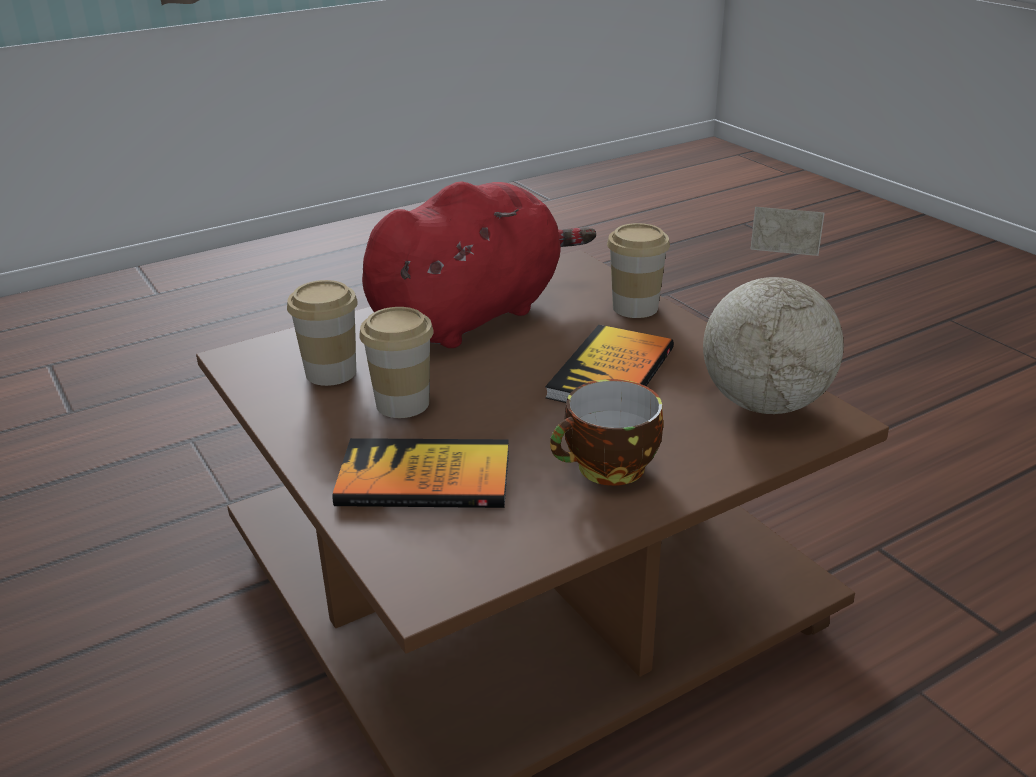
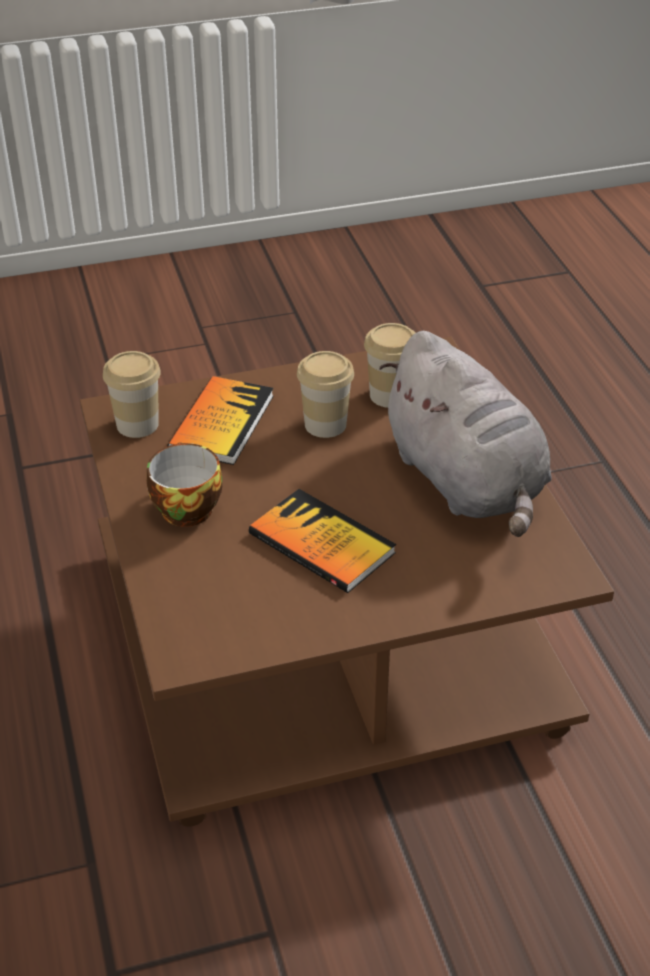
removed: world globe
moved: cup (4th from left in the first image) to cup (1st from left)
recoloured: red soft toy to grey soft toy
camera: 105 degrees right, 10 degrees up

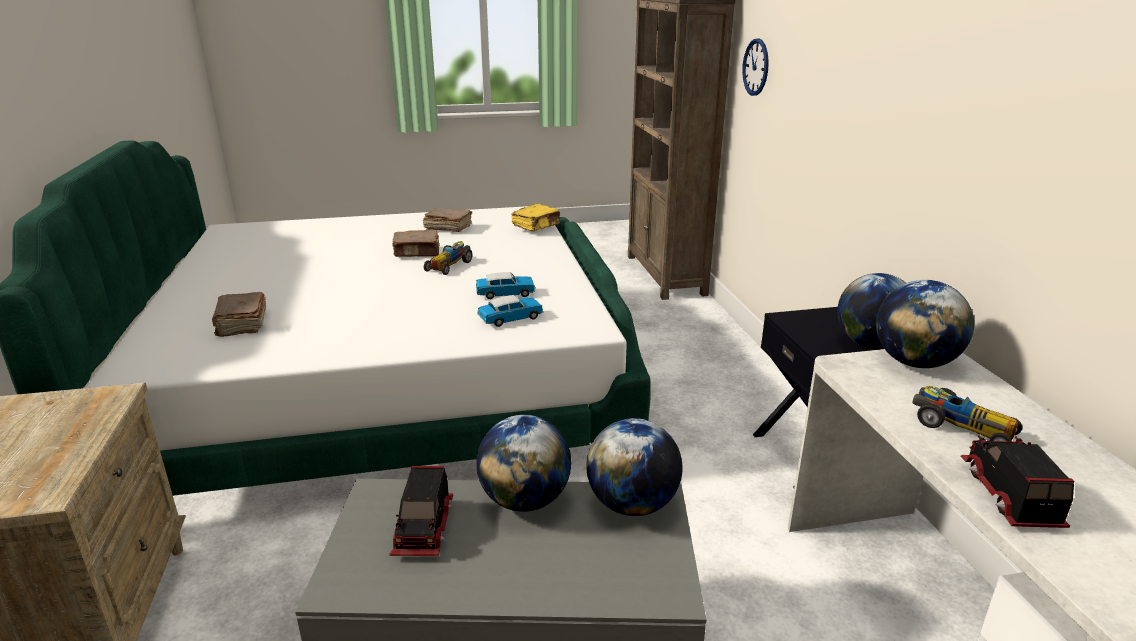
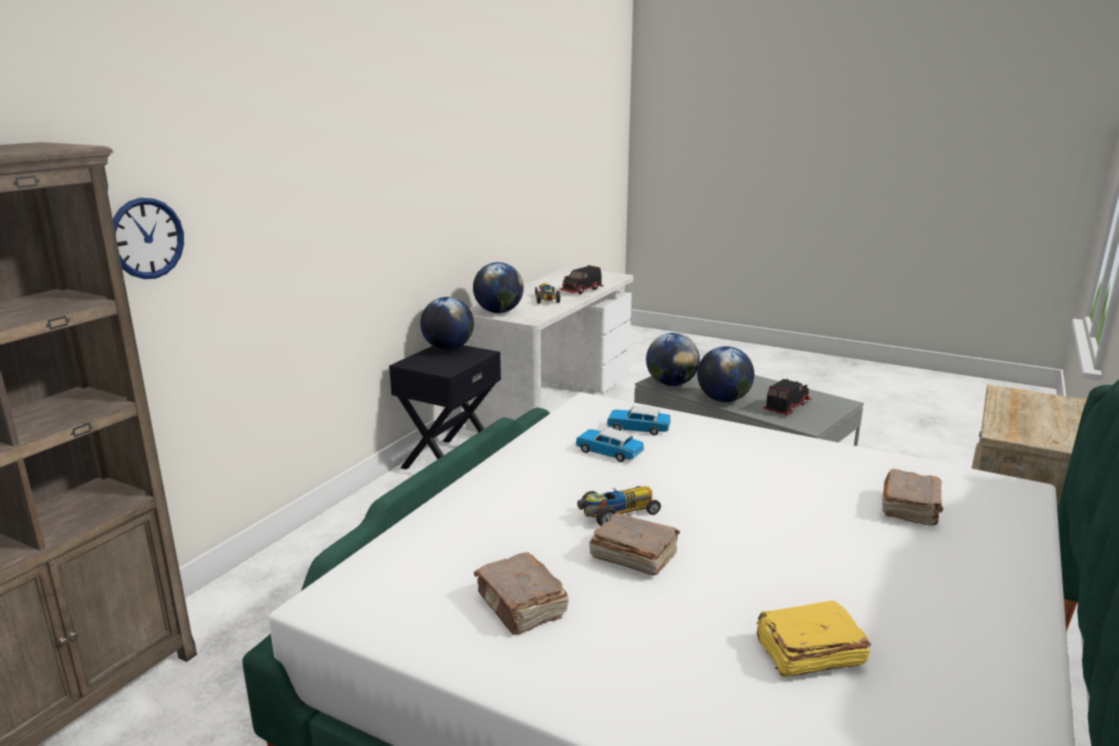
moved: yellow bound book
camera: 140 degrees left, 5 degrees down

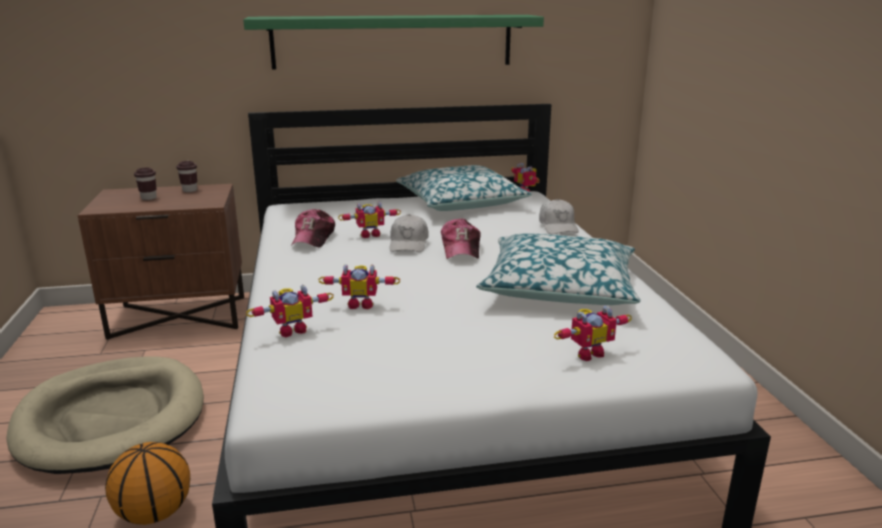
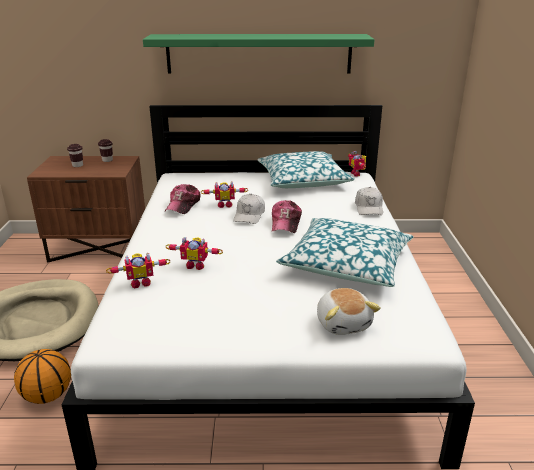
replaced: model robot (5th from left) to soft toy
camera: 10 degrees right, 5 degrees up

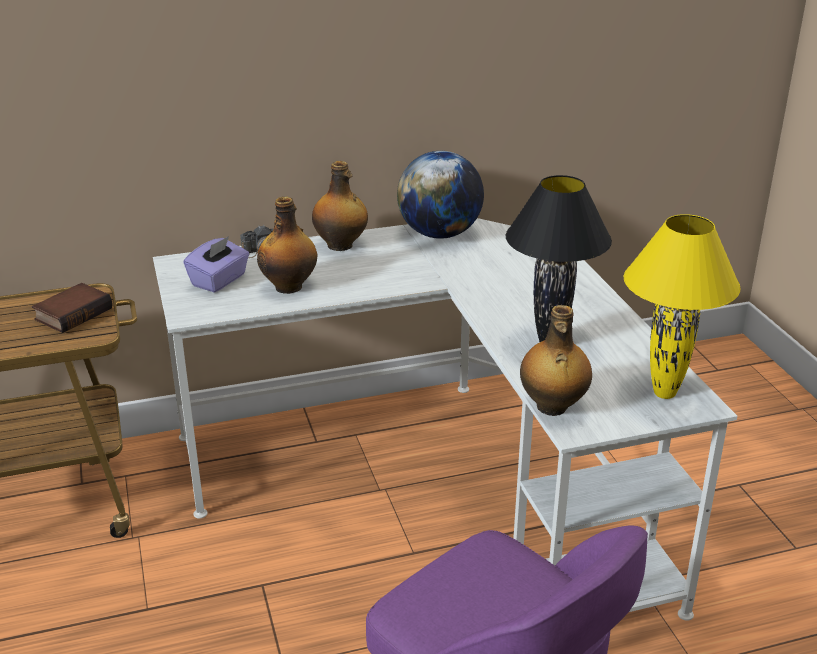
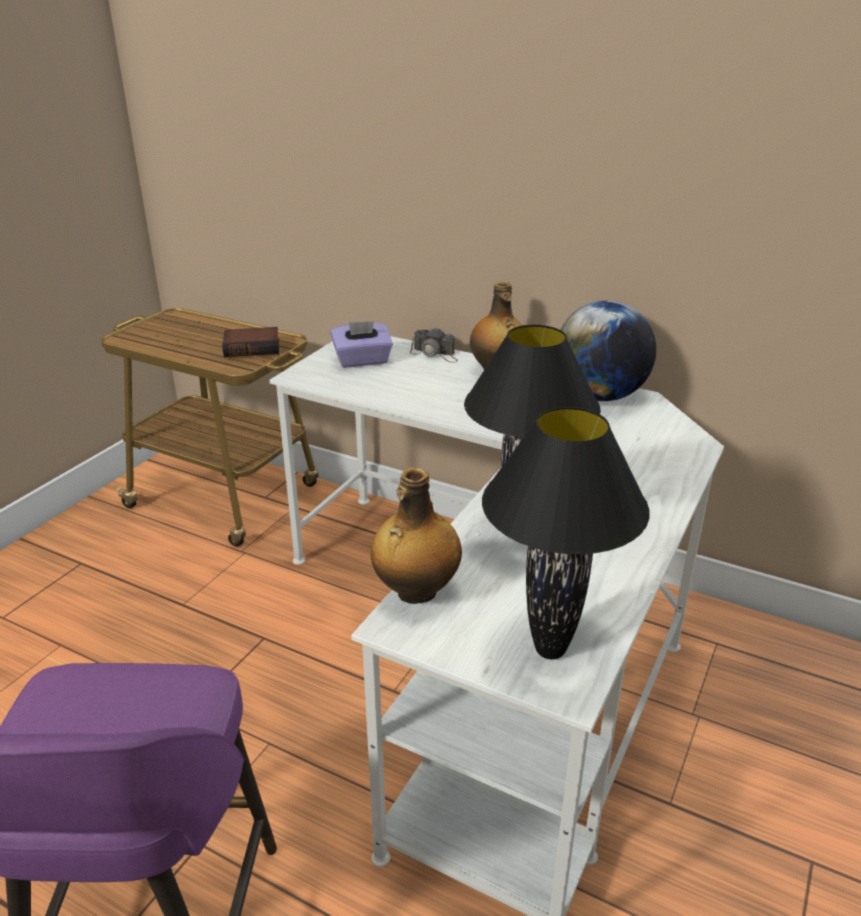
removed: beverage bottle (1st from left)
recoloured: yellow lamp for a table to blackish lamp for a table (2nd from left)
camera: 45 degrees right, 0 degrees up

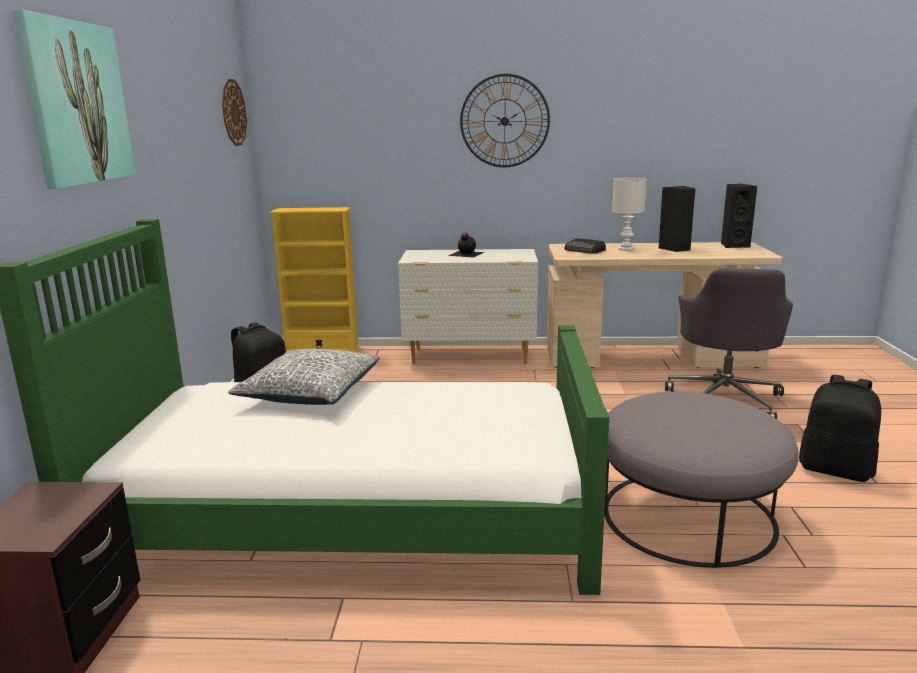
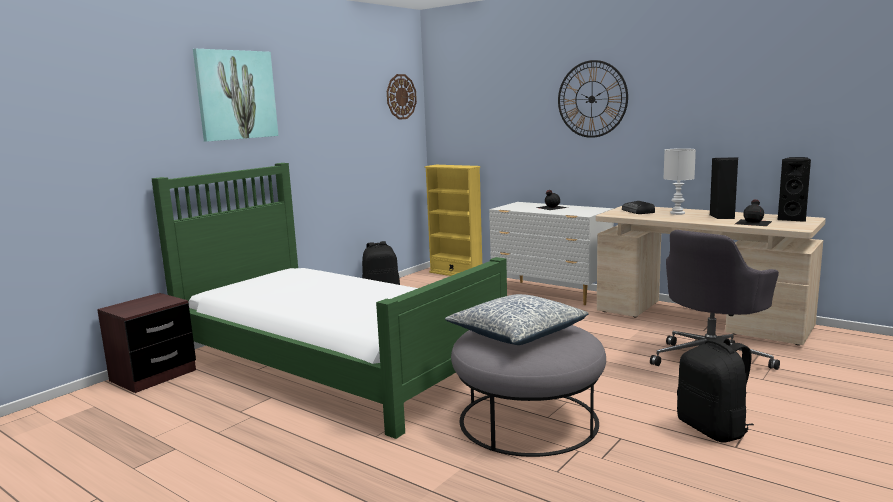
added: blackish beverage bottle (2nd from left)
moved: cushion
camera: 35 degrees right, 5 degrees down

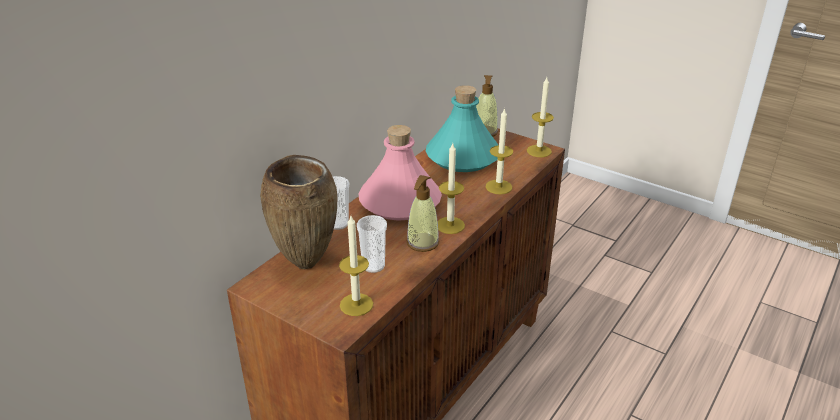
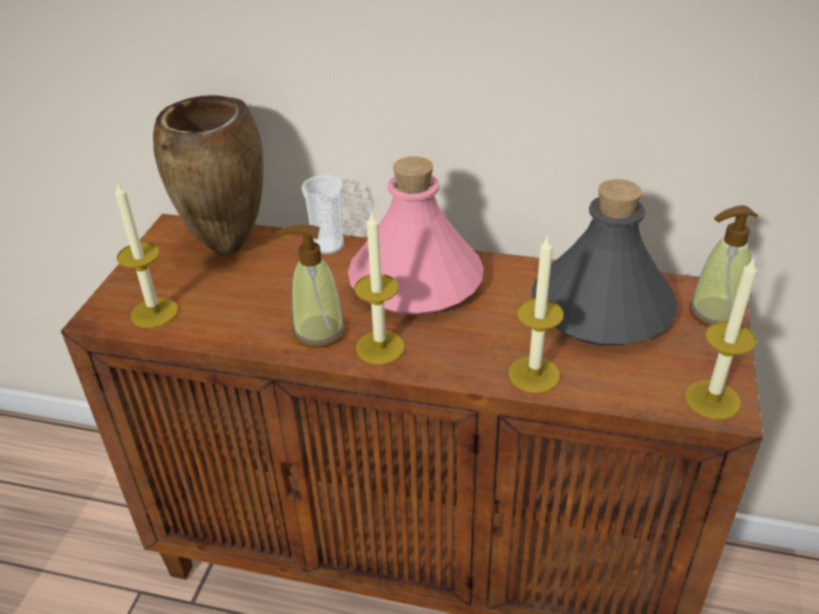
removed: cup (2nd from left)
recoloured: turquoise beverage bottle to grey beverage bottle
camera: 70 degrees right, 5 degrees up

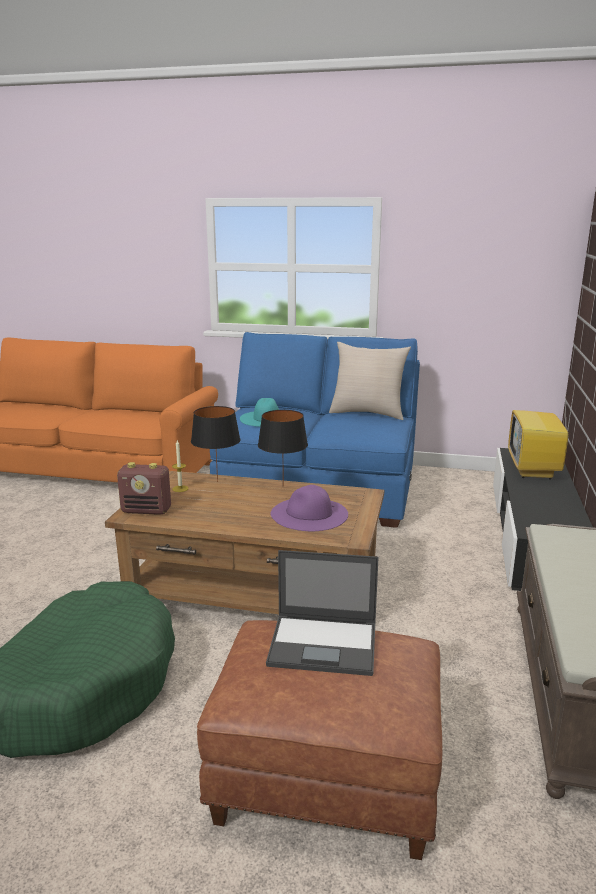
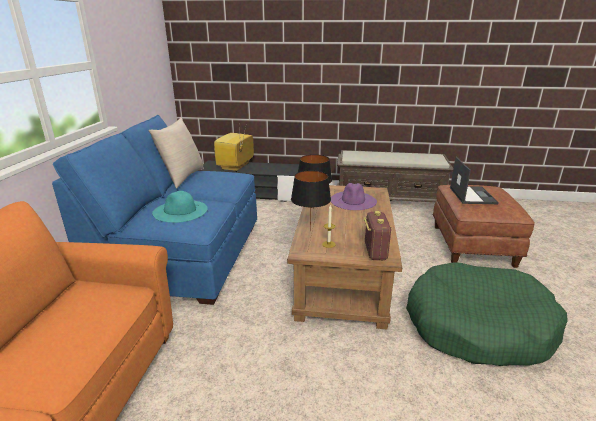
turned: TV set 105 degrees clockwise
camera: 95 degrees left, 5 degrees up

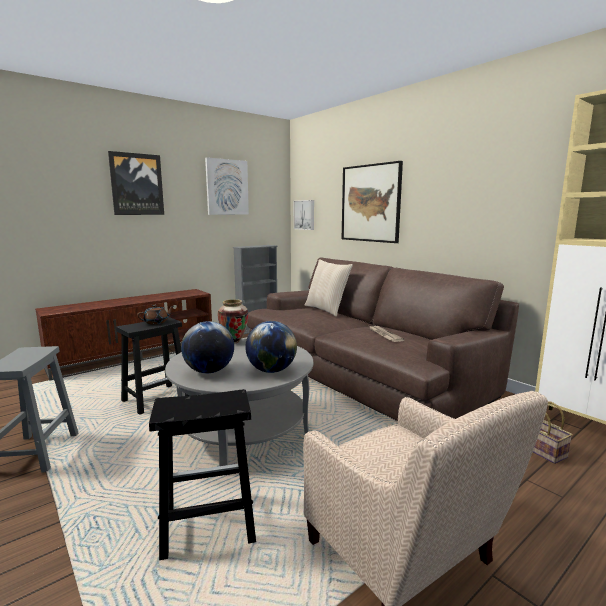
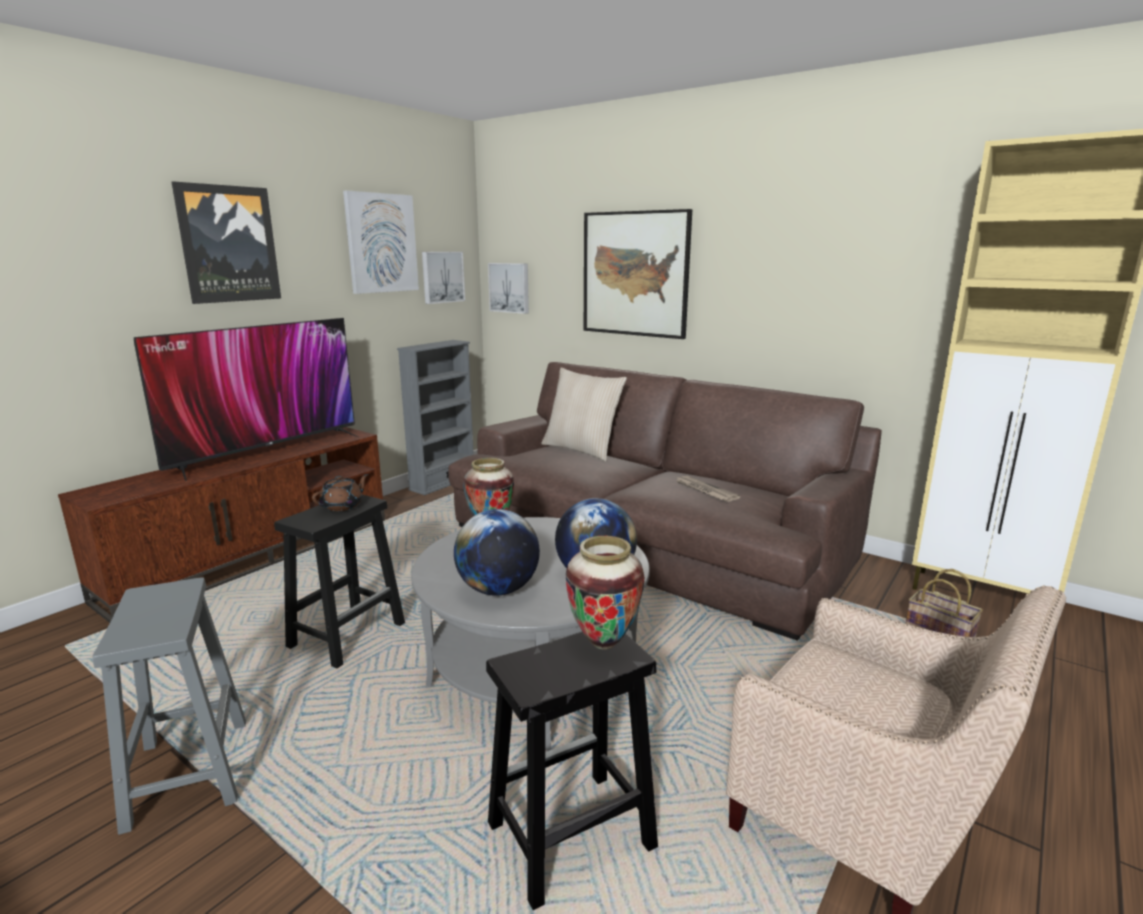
added: TV set; picture (3rd from left); flower vase (2nd from left)
camera: 15 degrees left, 5 degrees up

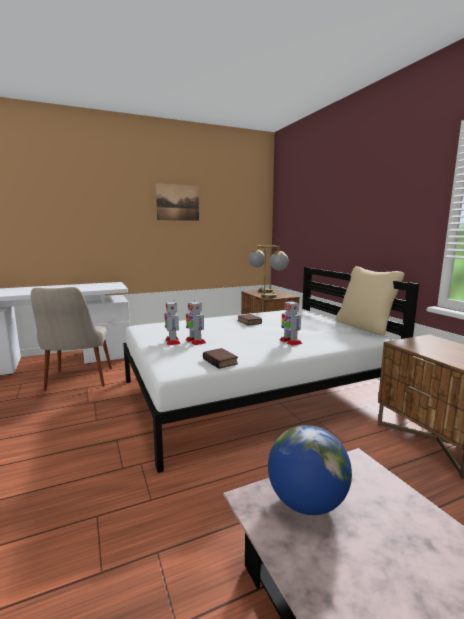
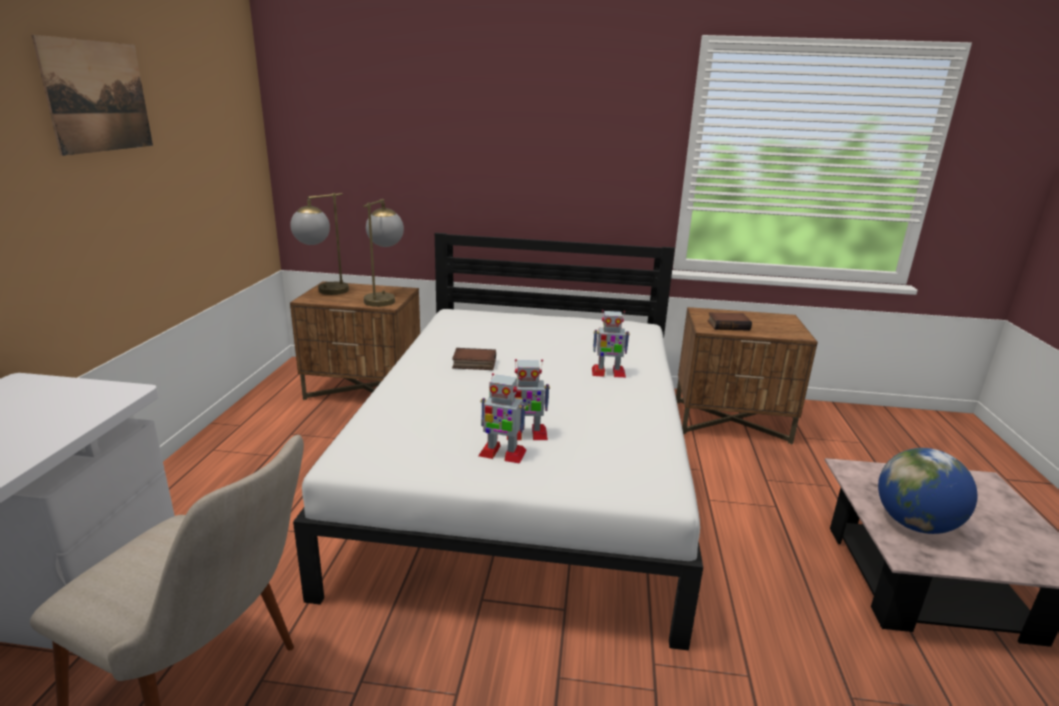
removed: sand-coloured cushion
moved: bound book (1st from left in the first image) to bound book (2nd from left)
camera: 60 degrees left, 10 degrees up

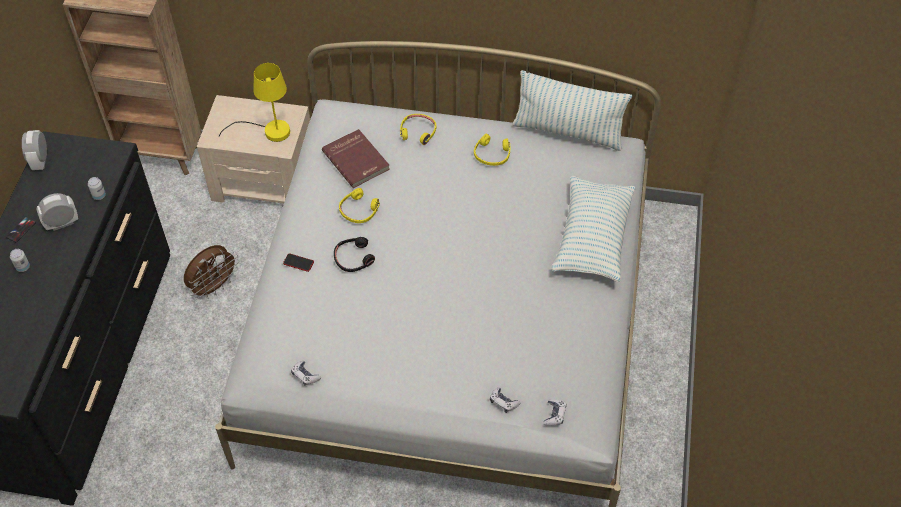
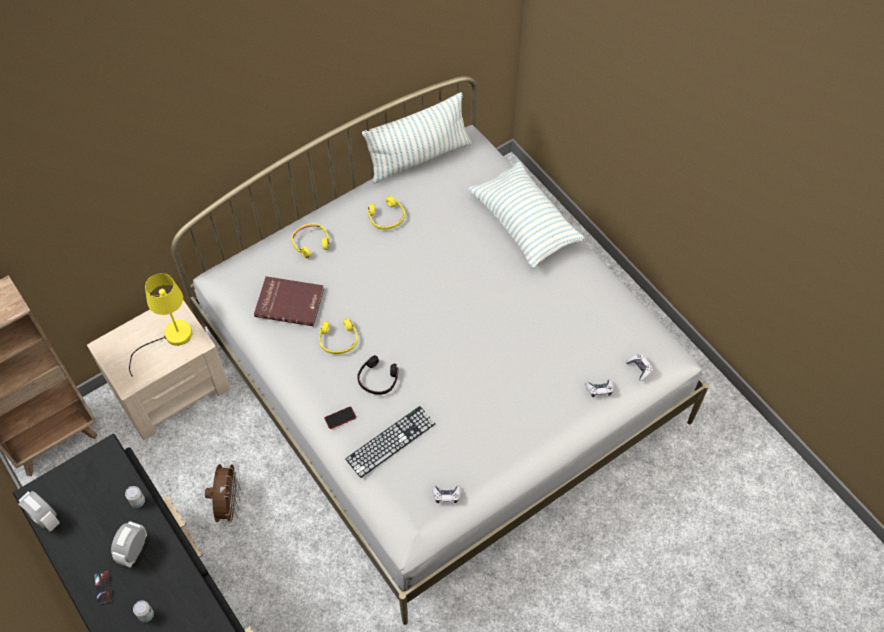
added: computer keyboard
camera: 45 degrees left, 5 degrees up

